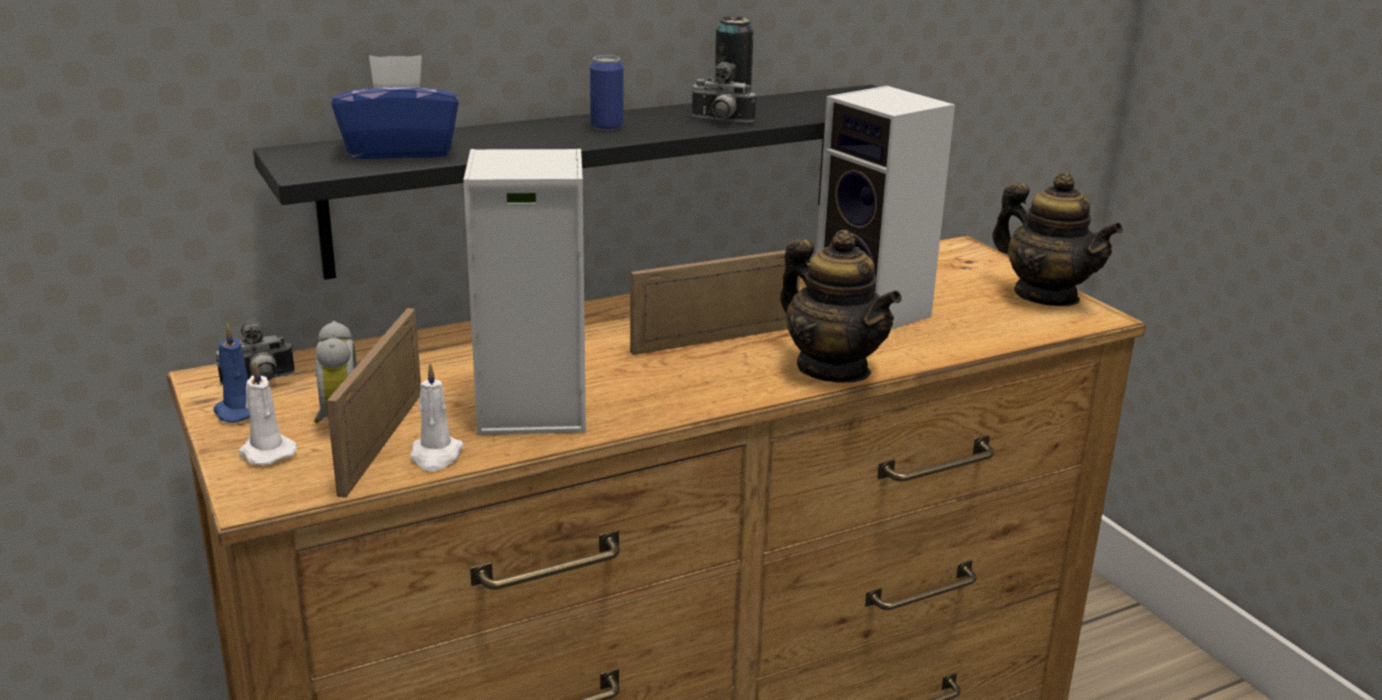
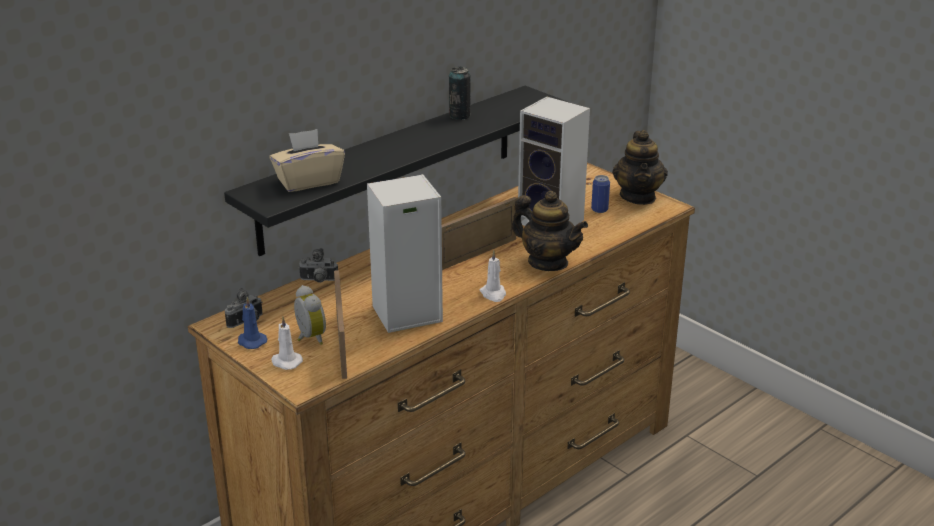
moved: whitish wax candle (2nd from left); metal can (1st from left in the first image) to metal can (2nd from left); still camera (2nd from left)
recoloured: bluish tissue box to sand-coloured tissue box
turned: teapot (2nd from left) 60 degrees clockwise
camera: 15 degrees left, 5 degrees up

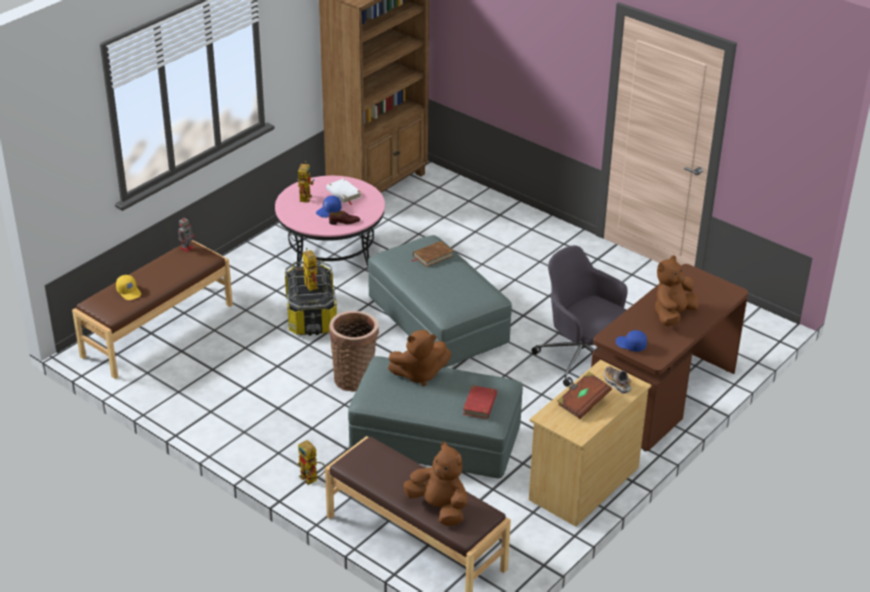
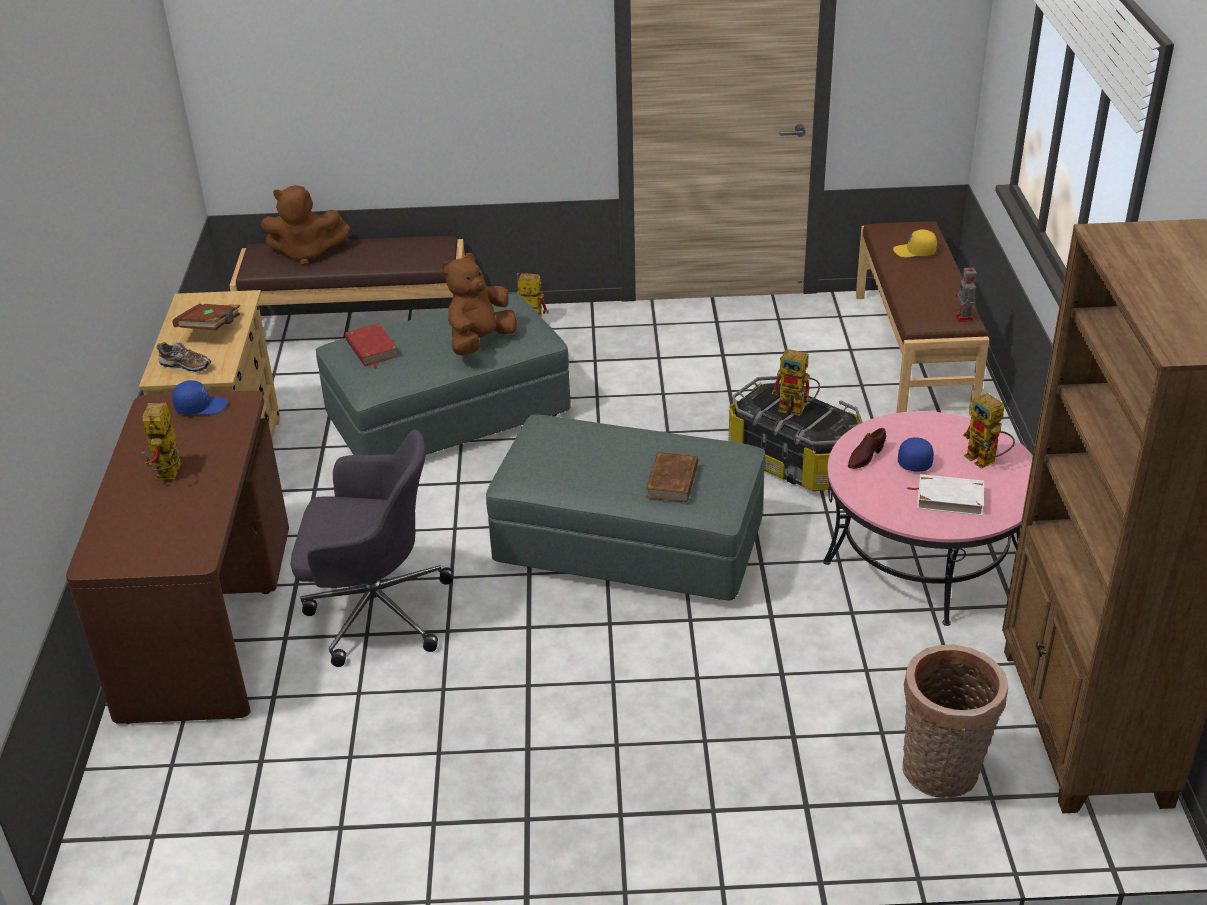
moved: household basket
replaced: brown-coloured soft toy (3rd from left) to model robot (1st from left)
camera: 140 degrees right, 0 degrees up

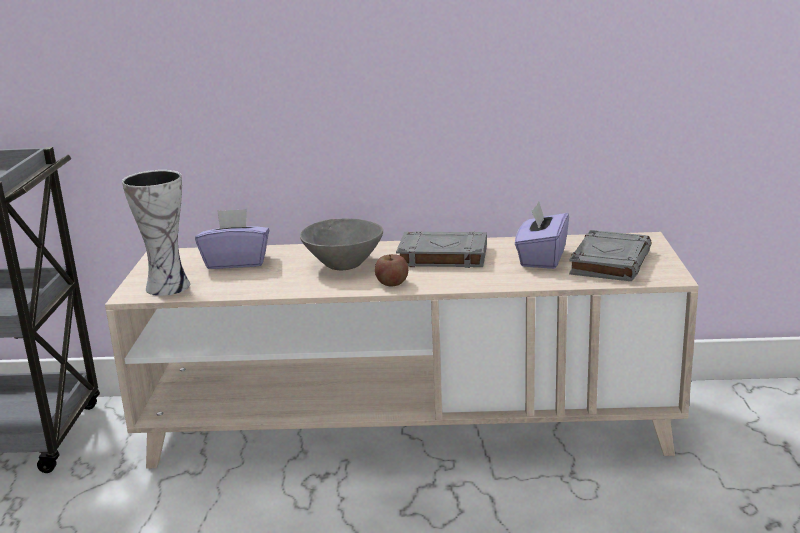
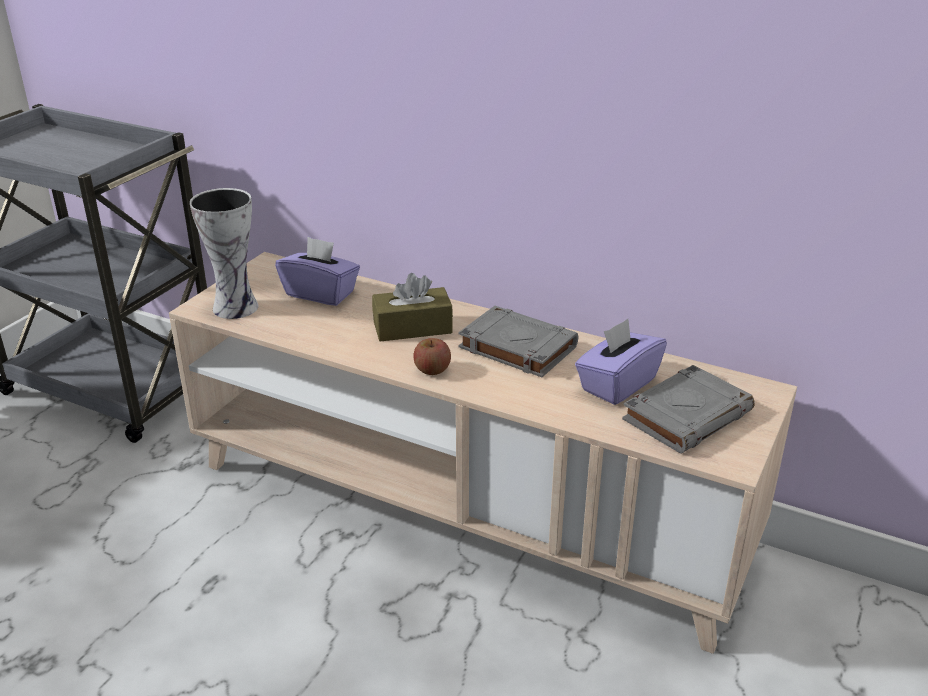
replaced: grey deep dish to brown-coloured tissue box
camera: 25 degrees right, 10 degrees up

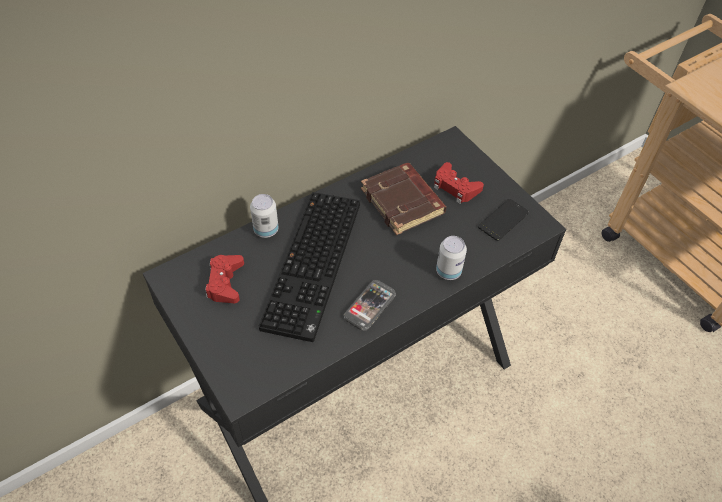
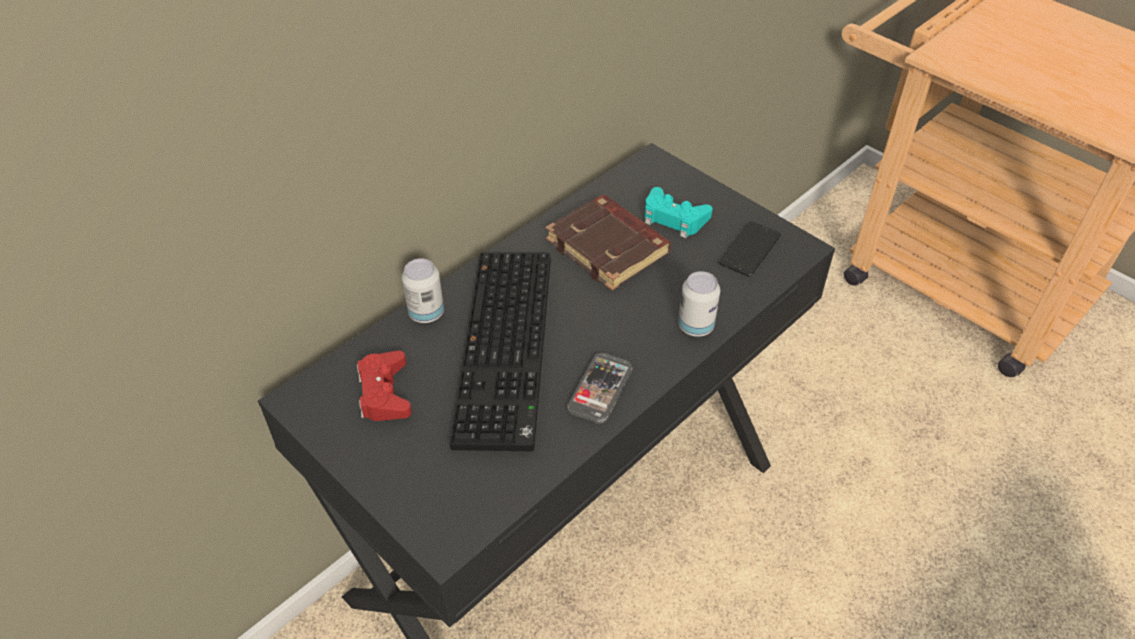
recoloured: red joypad (2nd from left) to turquoise joypad
camera: 10 degrees left, 5 degrees down

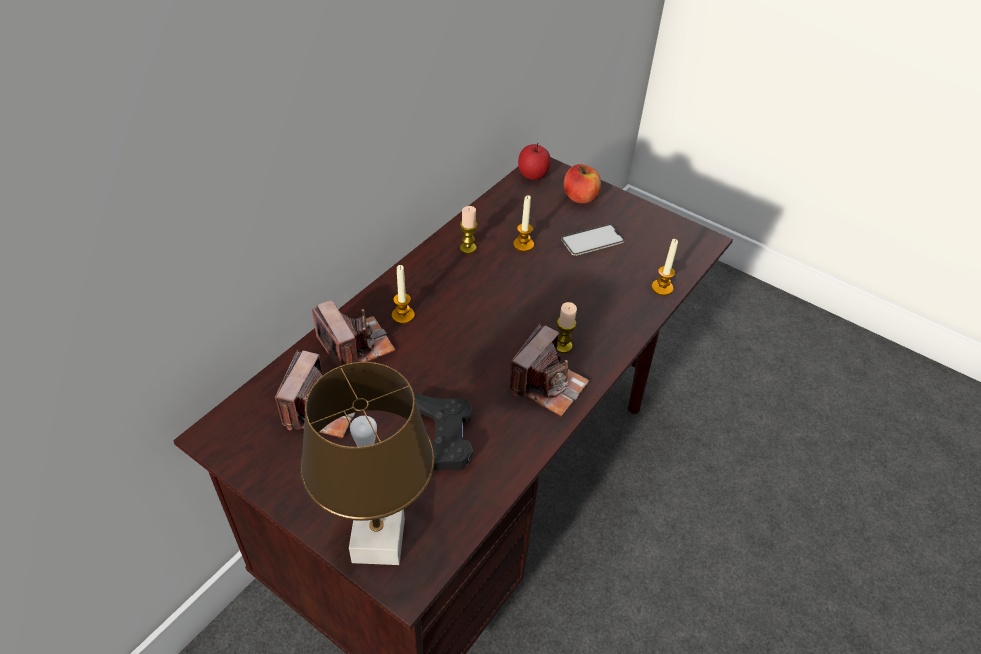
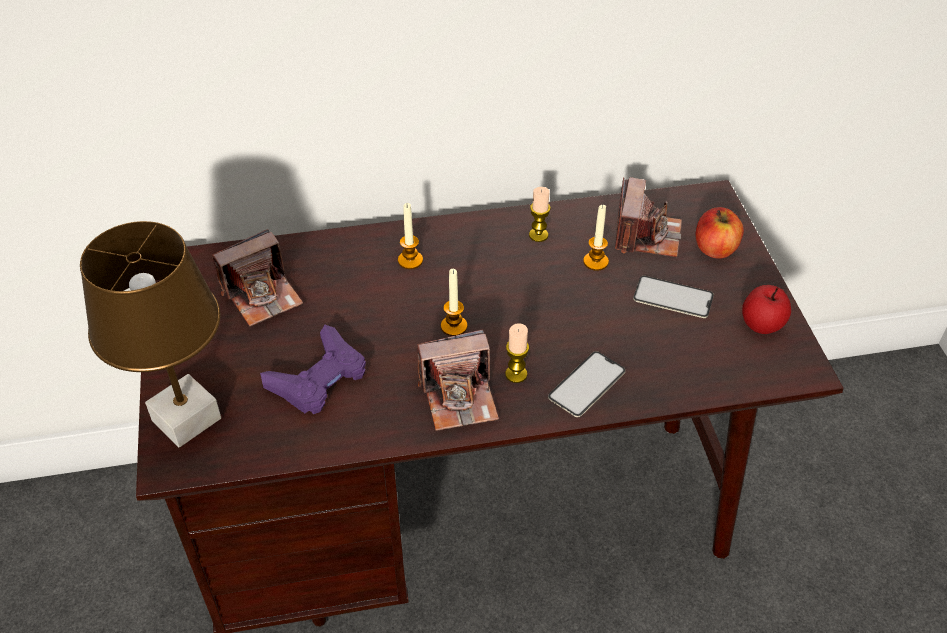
added: telephone (1st from left)
moved: still camera (2nd from left in the first image) to still camera (3rd from left); whole apple (1st from left in the first image) to whole apple (2nd from left); wax candle (5th from left in the first image) to wax candle (2nd from left)
recoloured: blackish joypad to purplish joypad
camera: 45 degrees right, 0 degrees up

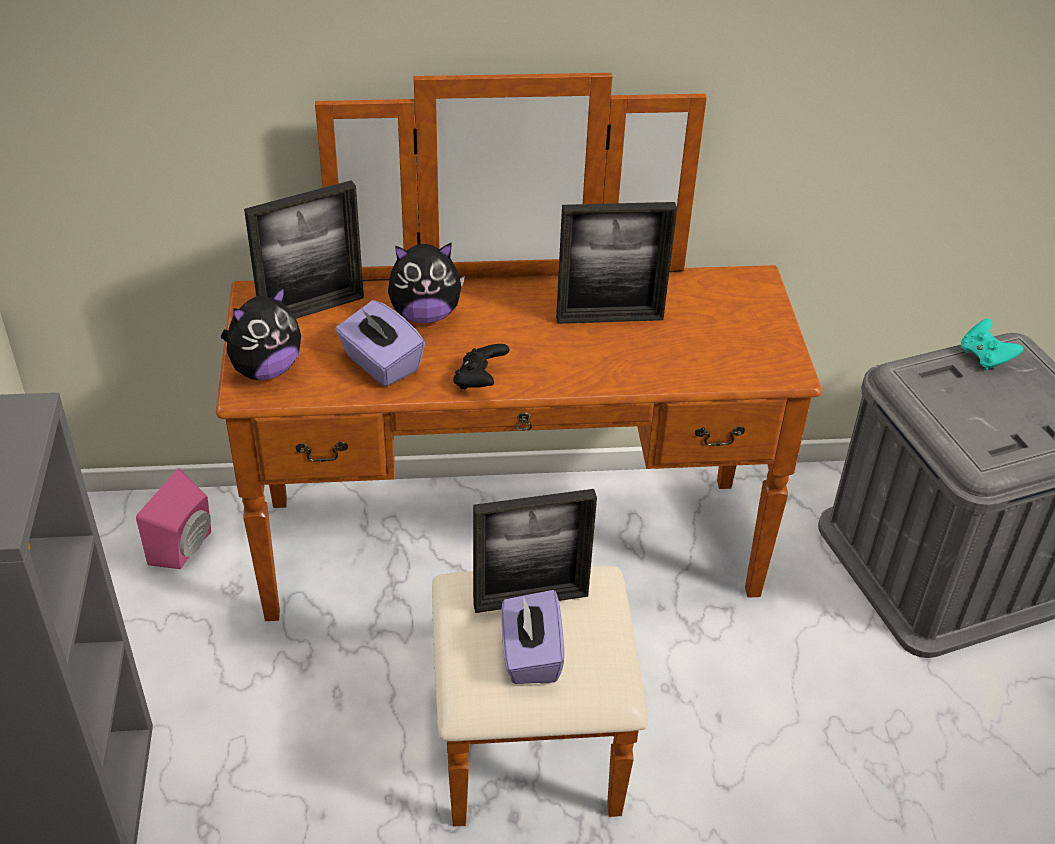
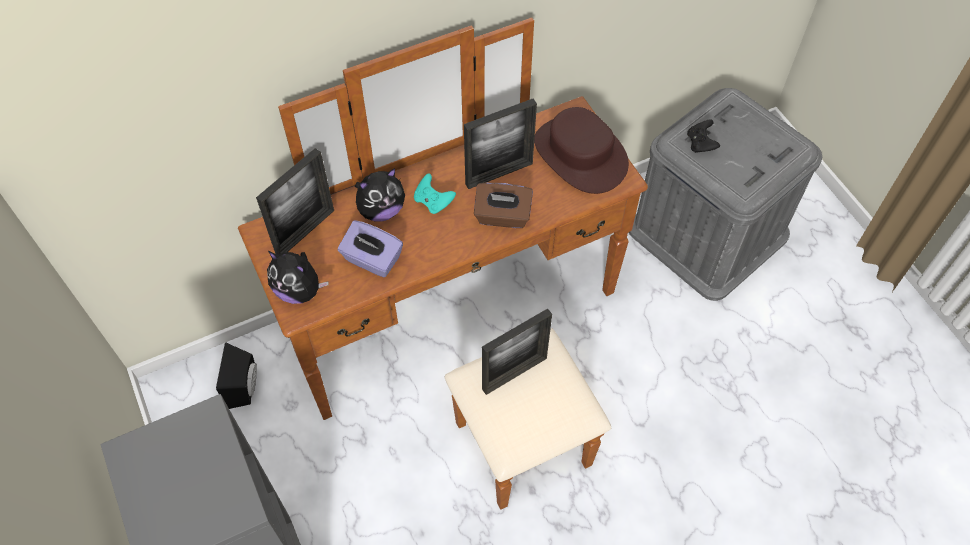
removed: purplish tissue box (2nd from left)
added: brown-coloured tissue box; brown-coloured hat
moved: blackish joypad; turquoise joypad
recoloured: pink loudspeaker to blackish loudspeaker
turned: soft toy (1st from left) 90 degrees clockwise
camera: 20 degrees left, 15 degrees up

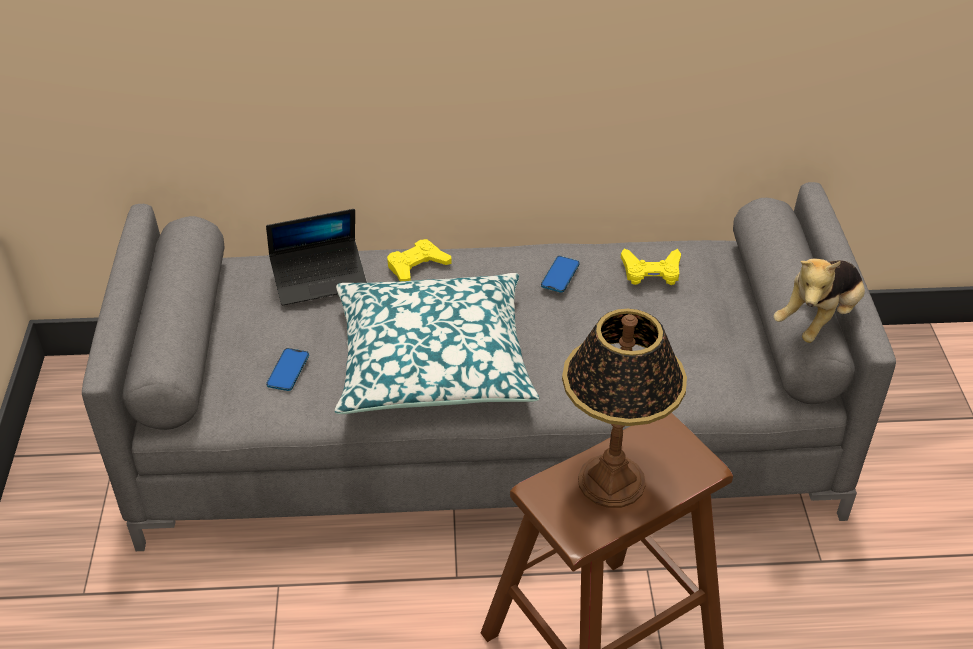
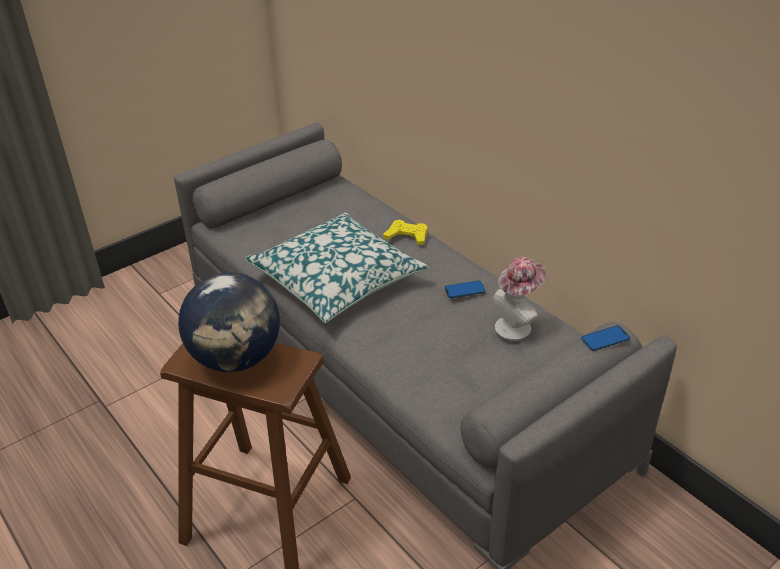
removed: notebook computer; soft toy
moved: telephone (1st from left in the first image) to telephone (2nd from left)
replaced: lamp for a table to world globe; yellow joypad (2nd from left) to hat
camera: 55 degrees right, 5 degrees down

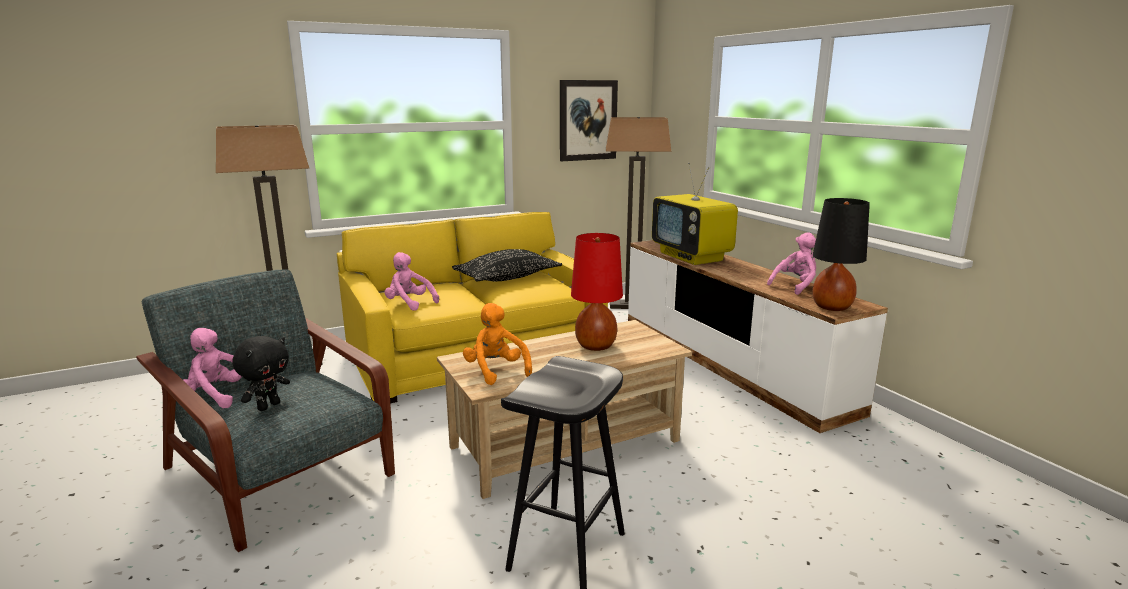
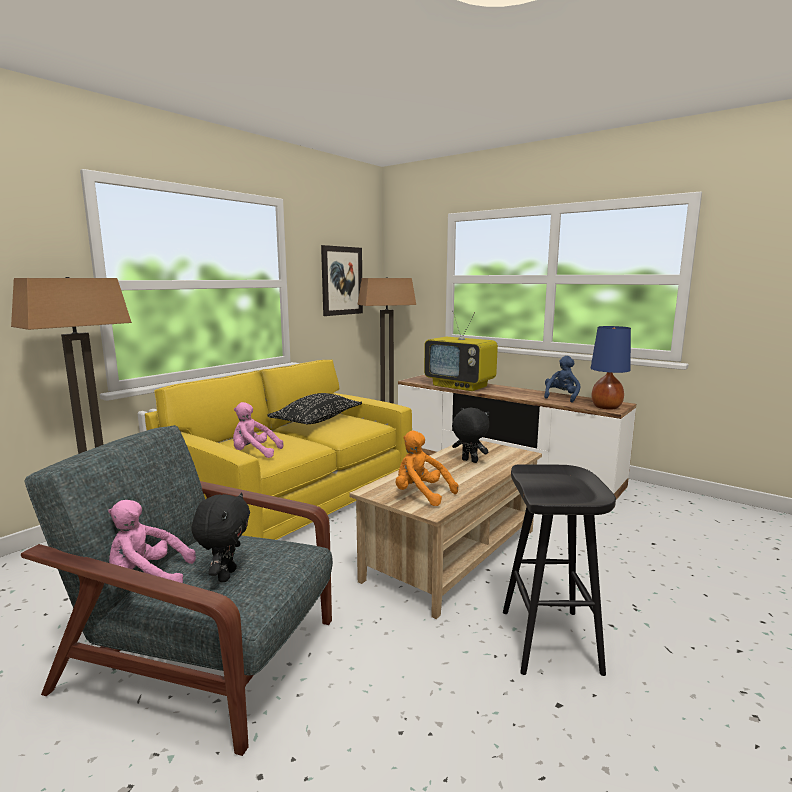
replaced: red lamp for a table to blackish soft toy (2nd from left)
recoloured: pink soft toy (3rd from left) to bluish soft toy; blackish lamp for a table to bluish lamp for a table
camera: 25 degrees left, 5 degrees down

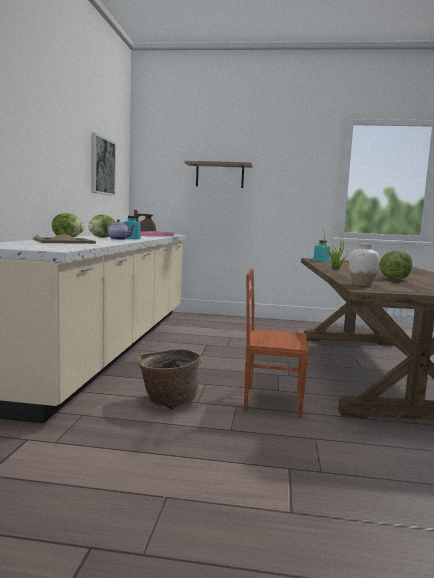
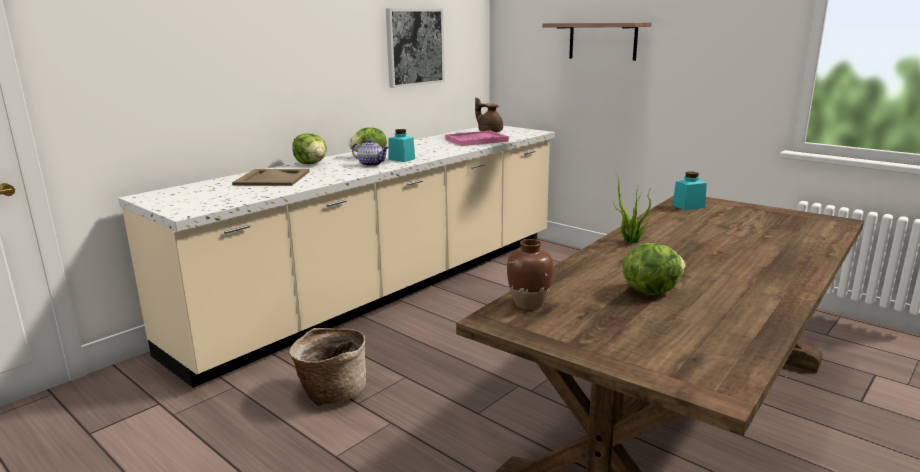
removed: brown-coloured chair
recoloured: whitish flower vase to brown-coloured flower vase
camera: 35 degrees right, 10 degrees up

